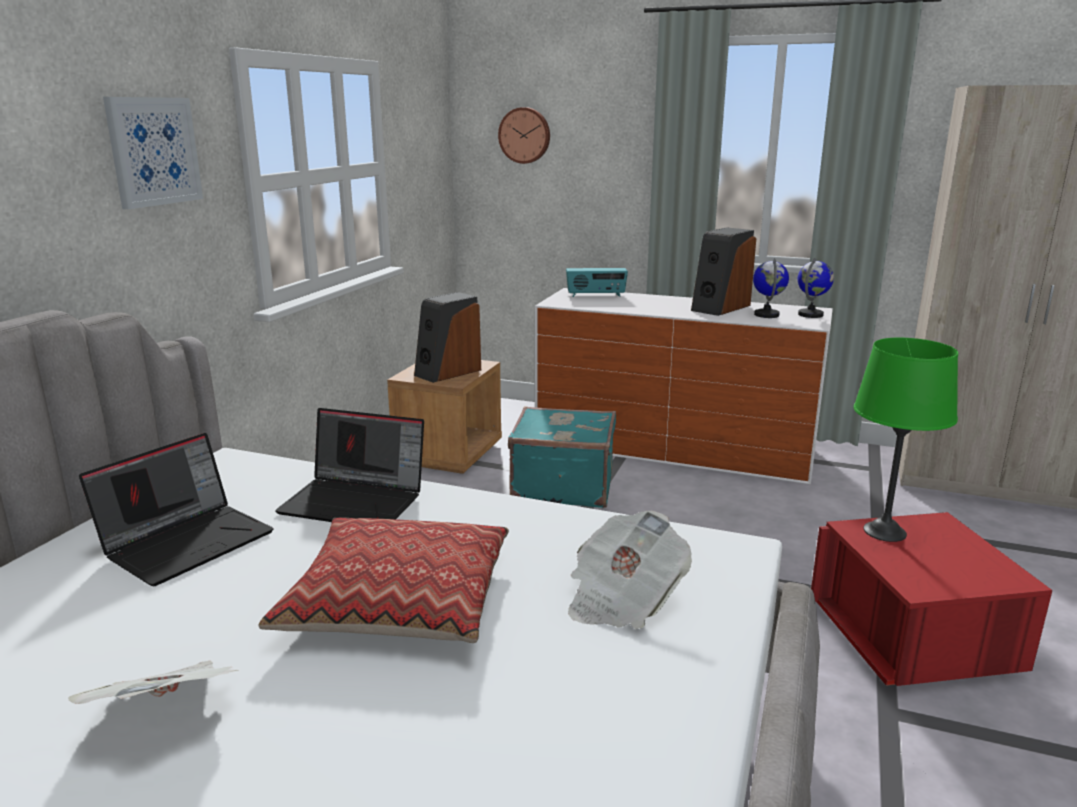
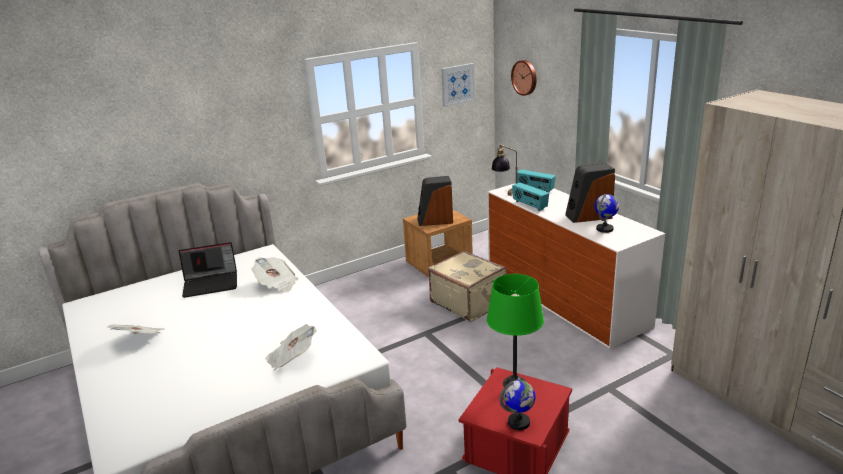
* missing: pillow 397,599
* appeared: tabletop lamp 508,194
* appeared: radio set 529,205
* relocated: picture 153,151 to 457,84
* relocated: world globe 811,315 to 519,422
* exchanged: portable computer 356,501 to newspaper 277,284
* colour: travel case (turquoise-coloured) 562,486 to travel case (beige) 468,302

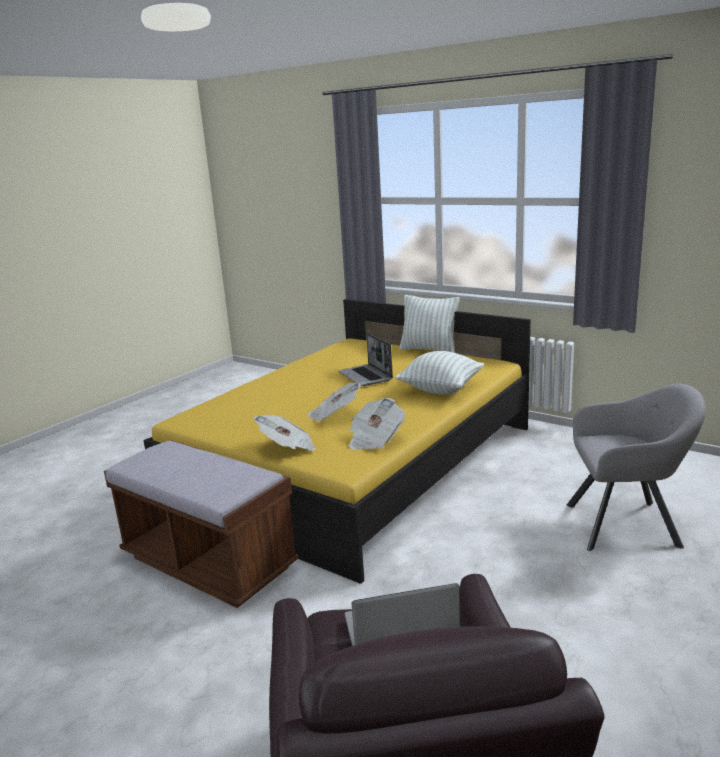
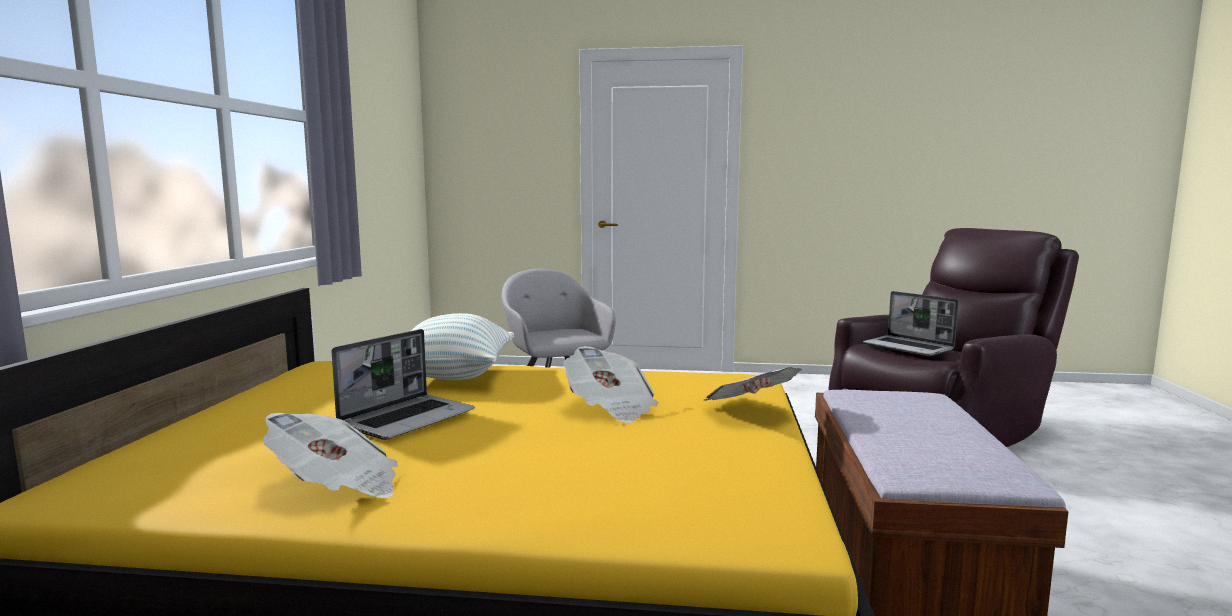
* missing: pillow 429,350
* relocated: newspaper 374,439 to 338,487

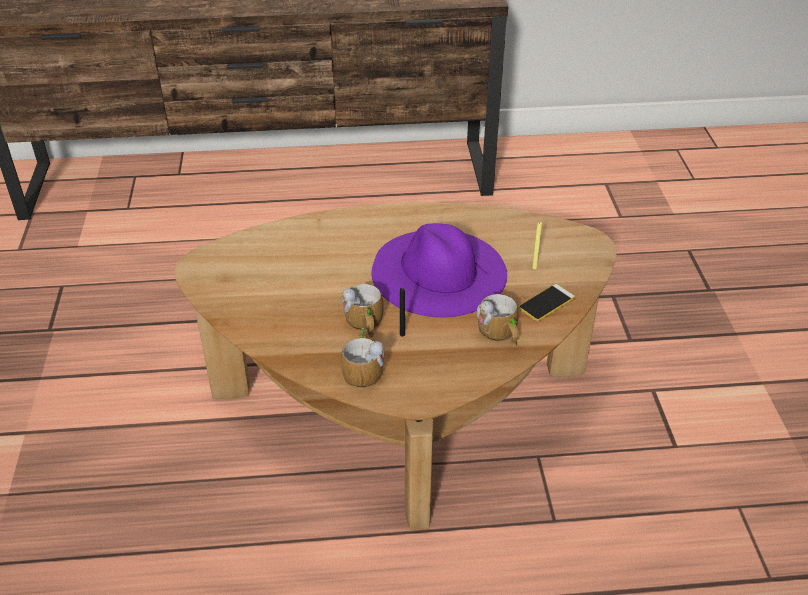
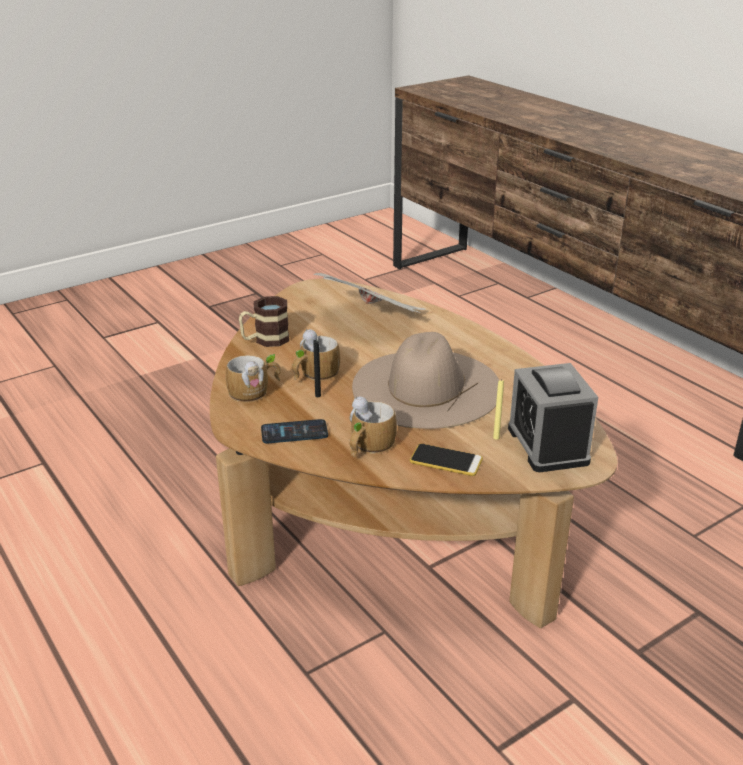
* appeared: tea mug 265,340
* appeared: telephone 294,432
* appeared: newspaper 373,321
* appeared: table clock 547,445
* colour: hat (purplish) 438,271 to hat (beige) 426,387

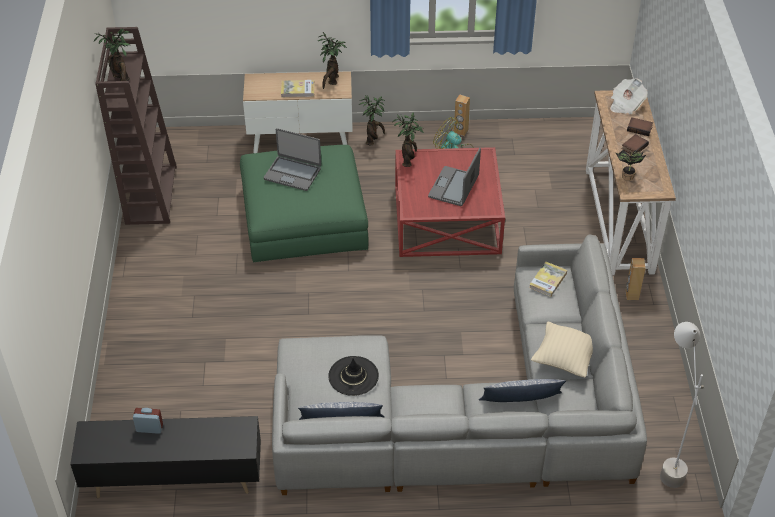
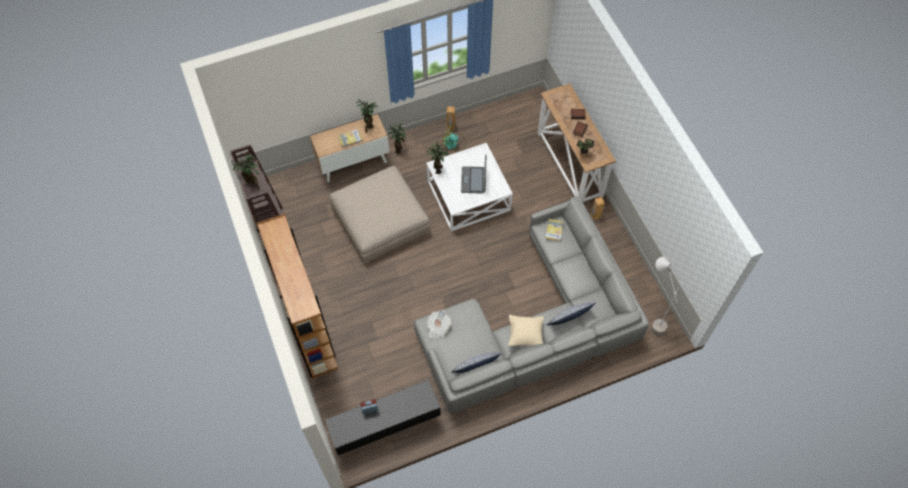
* missing: portable computer 292,173
* missing: hat (black) 353,376
* appeared: shelving unit (brownish) 310,331
* relocated: pillow (beige) 564,359 to 525,335
* relocated: newspaper 625,104 to 438,327
* colour: pouffe (green) 304,216 to pouffe (beige) 380,220
* colour: coffee table (red) 447,220 to coffee table (whitish) 468,195

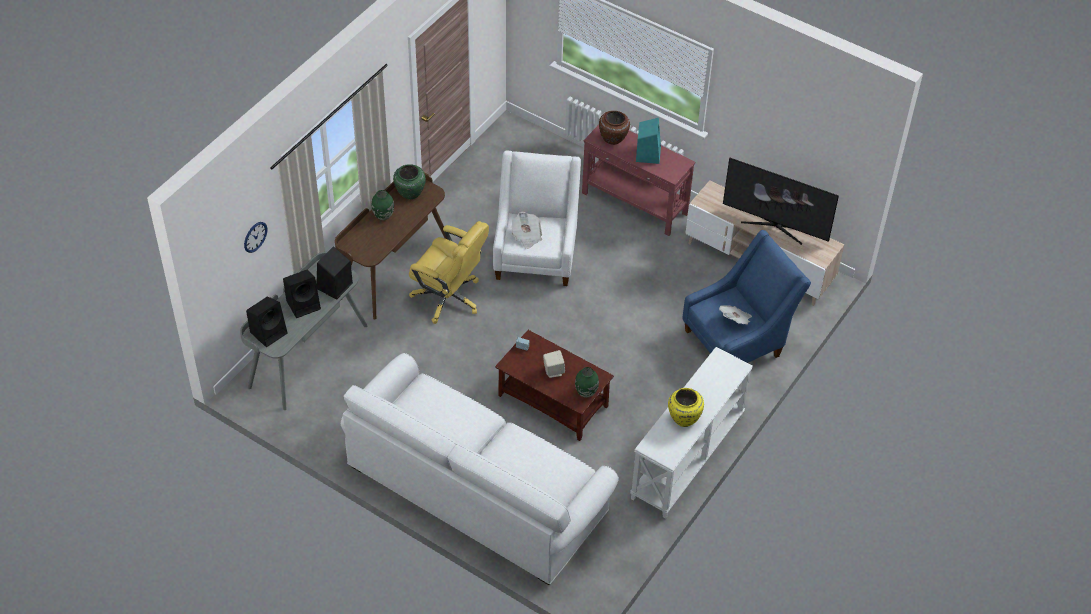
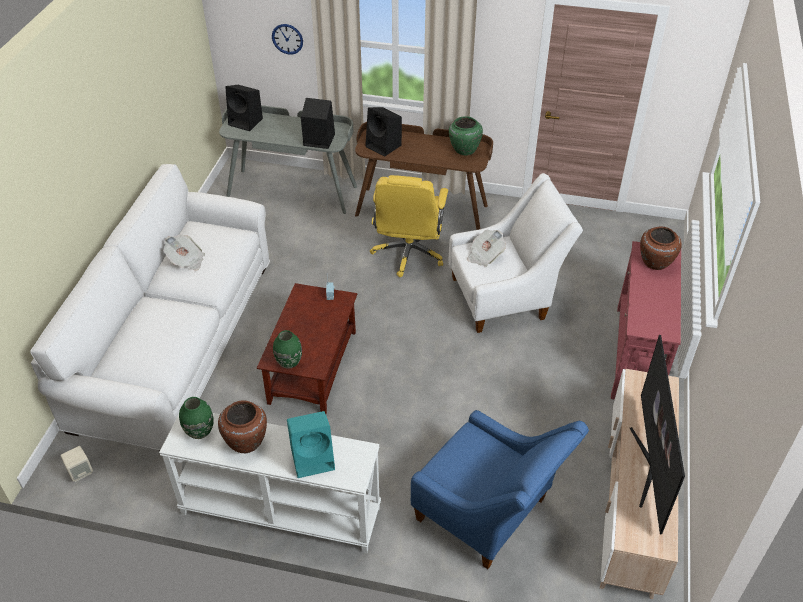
* relocated: loudspeaker (black) 304,304 to 384,146
* relocated: flower vase (green) 383,216 to 199,432
* relocated: loudspeaker (beige) 553,371 to 80,472
* relocated: loudspeaker (turquoise-coloured) 648,153 to 314,458
* relocated: newspaper 735,320 to 186,260
* colour: flower vase (yellow) 684,417 to flower vase (brownish) 247,441

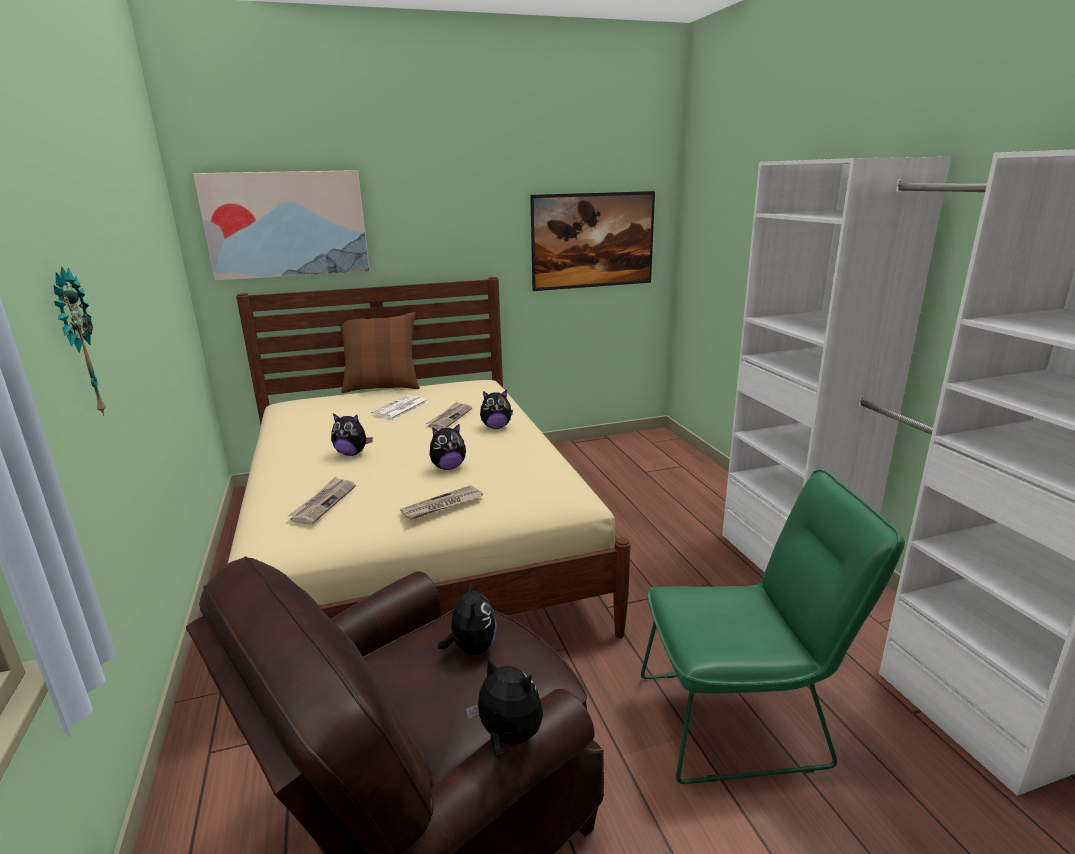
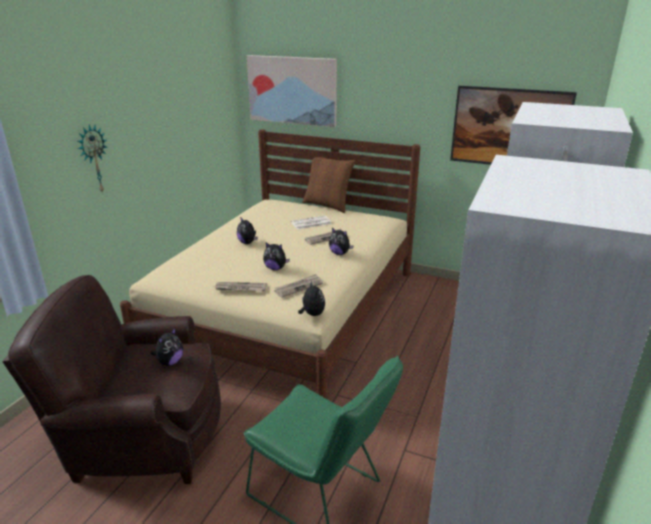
* relocated: newspaper 323,502 to 298,287
* relocated: soft toy 508,737 to 312,314

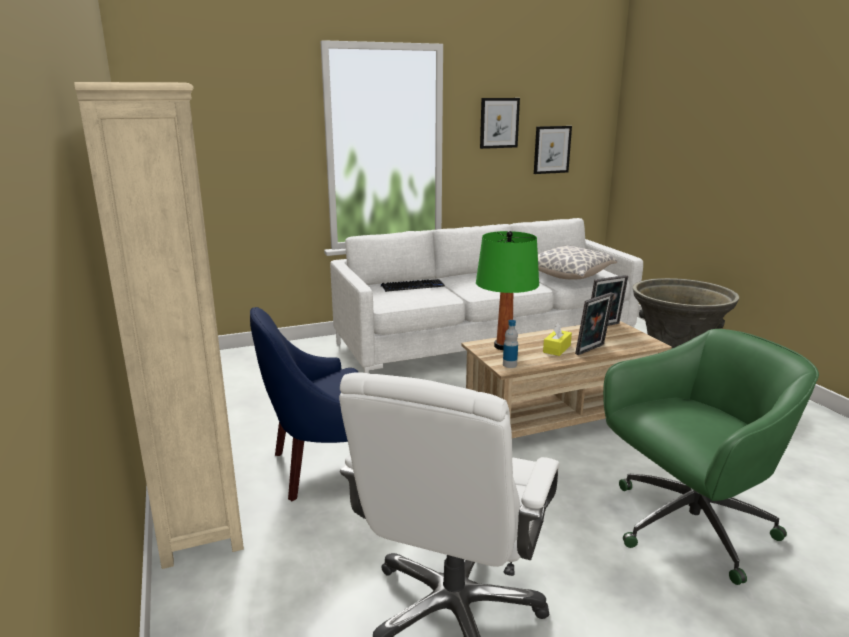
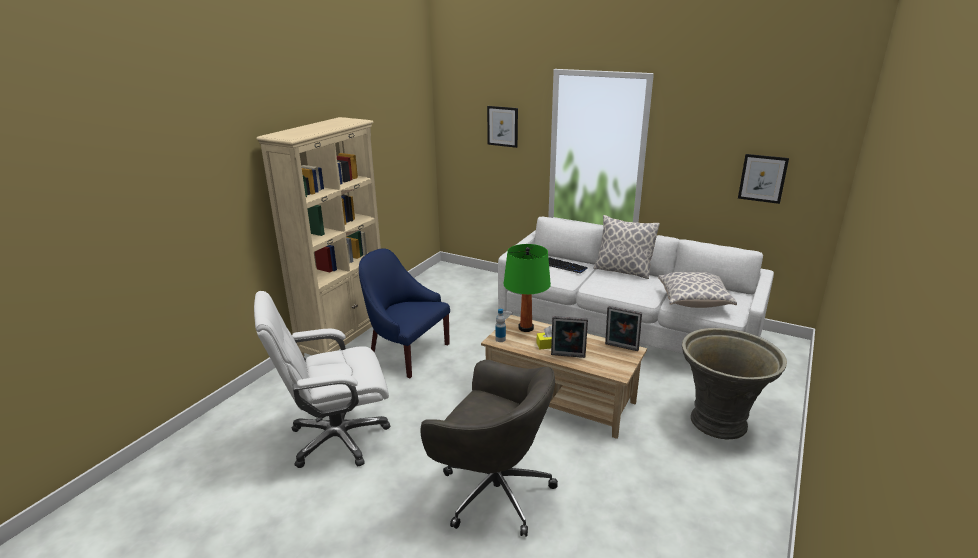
* appeared: pillow 623,271
* relocated: picture 499,123 to 502,126
* colour: computer chair (green) 687,526 to computer chair (grey) 492,491

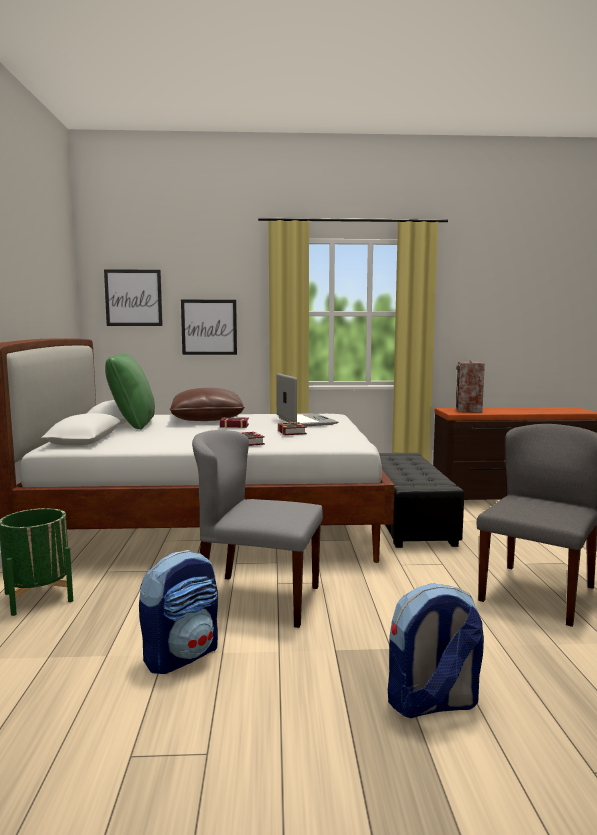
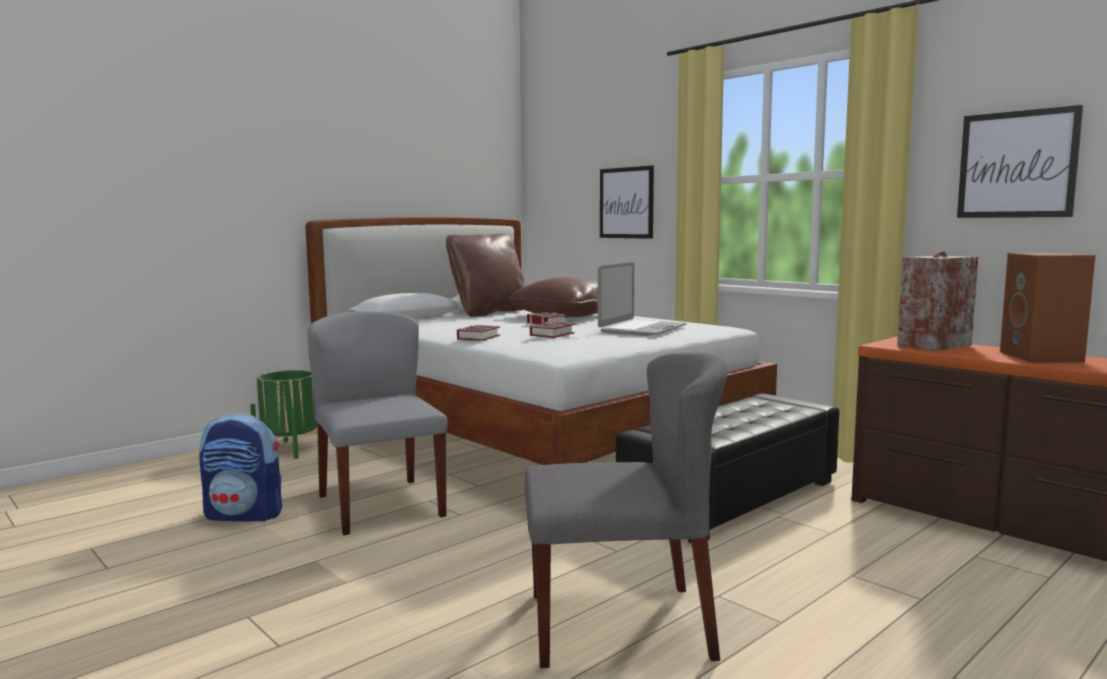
* missing: knapsack 432,704
* appeared: loudspeaker (brownish) 1043,357
* relocated: picture 133,298 to 1016,164
* colour: pillow (green) 133,425 to pillow (brownish) 489,312

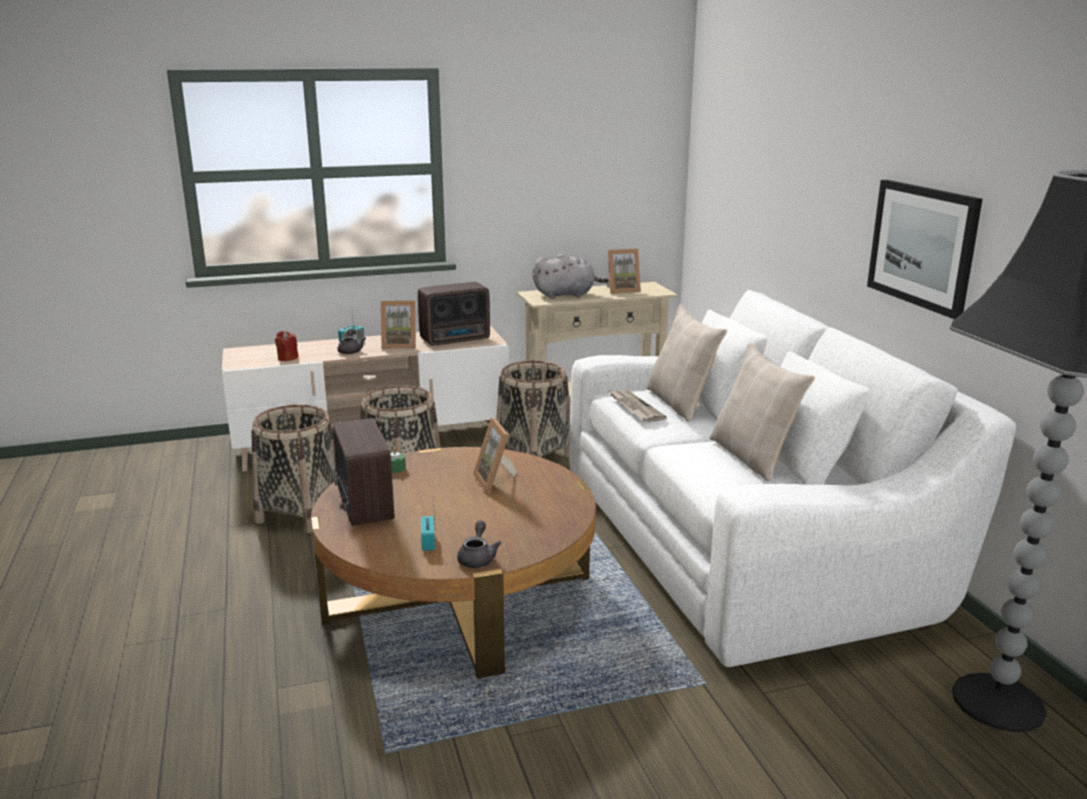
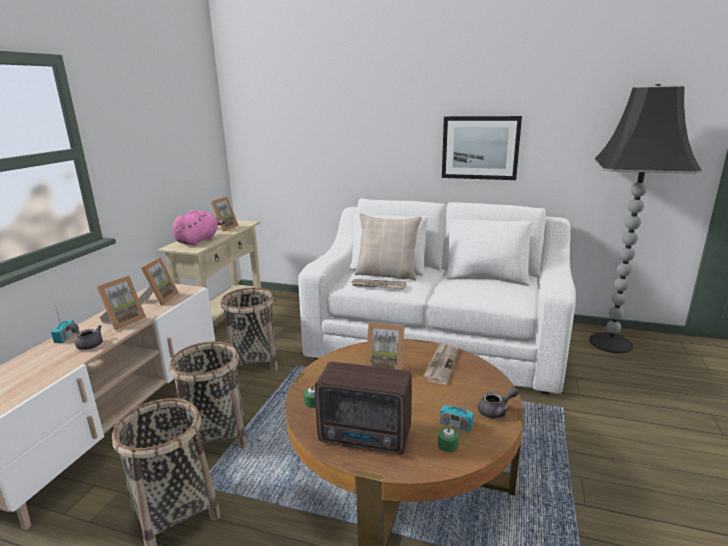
* missing: wax light (red) 287,358
* missing: pillow (beige) 753,457
* appeared: newspaper 441,364
* appeared: wax light (green) 447,445
* exchanged: radio set 457,339 to photo frame 160,299
* colour: soft toy (grey) 566,295 to soft toy (pink) 198,240
* spun: tea pot (grey) 477,558 = 496,411 120 degrees clockwise

